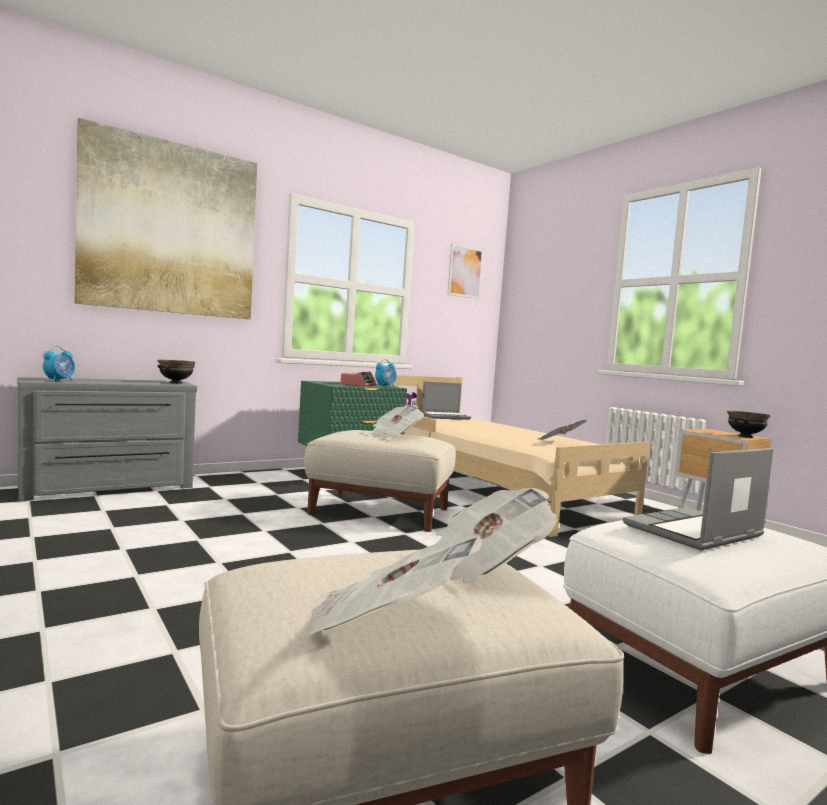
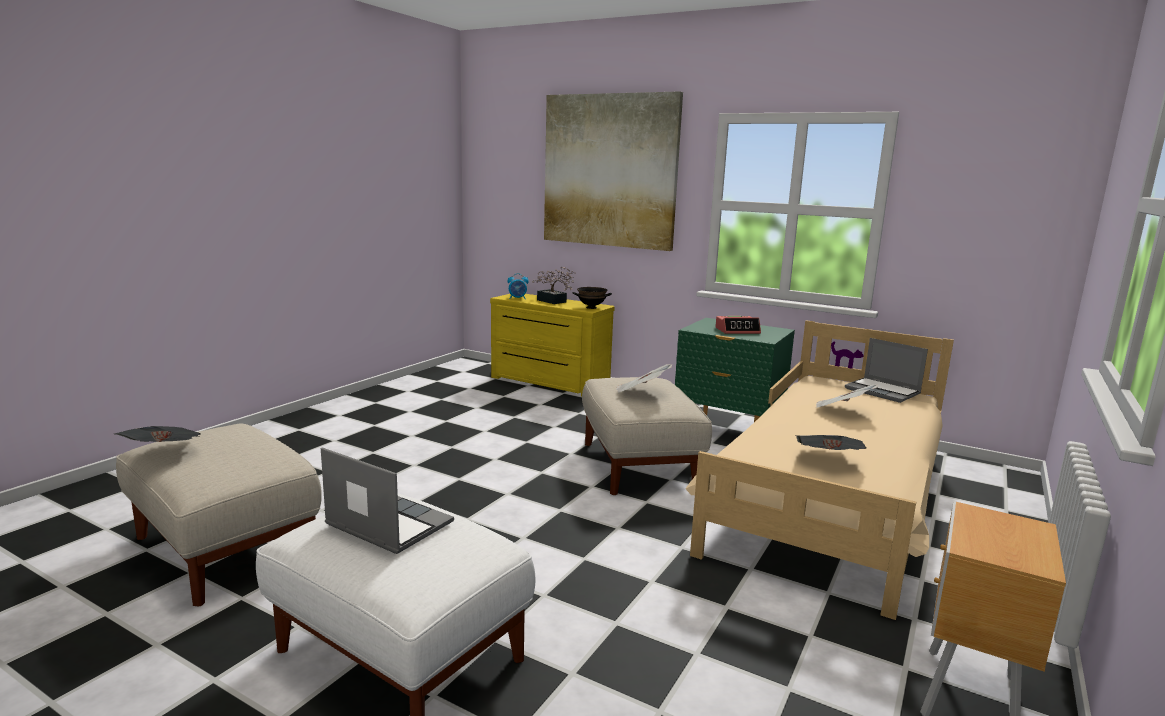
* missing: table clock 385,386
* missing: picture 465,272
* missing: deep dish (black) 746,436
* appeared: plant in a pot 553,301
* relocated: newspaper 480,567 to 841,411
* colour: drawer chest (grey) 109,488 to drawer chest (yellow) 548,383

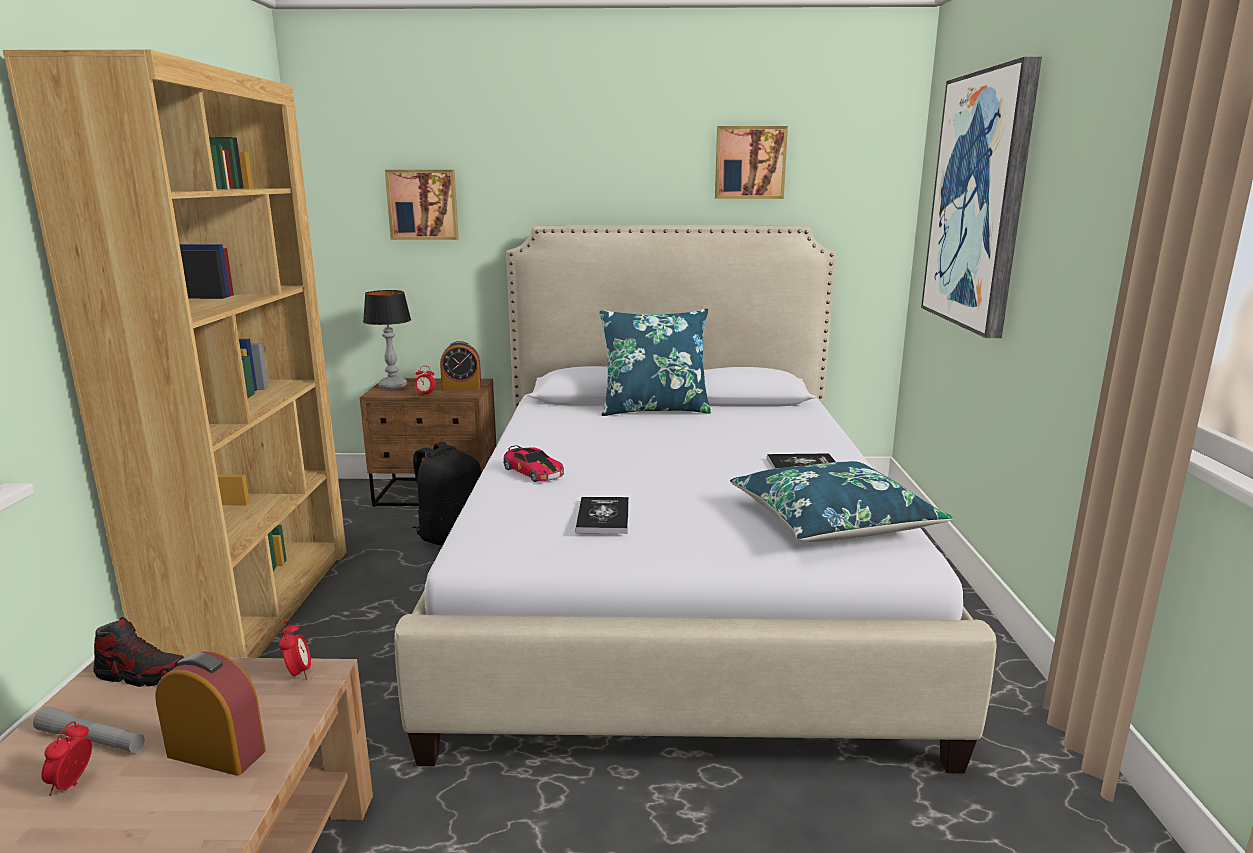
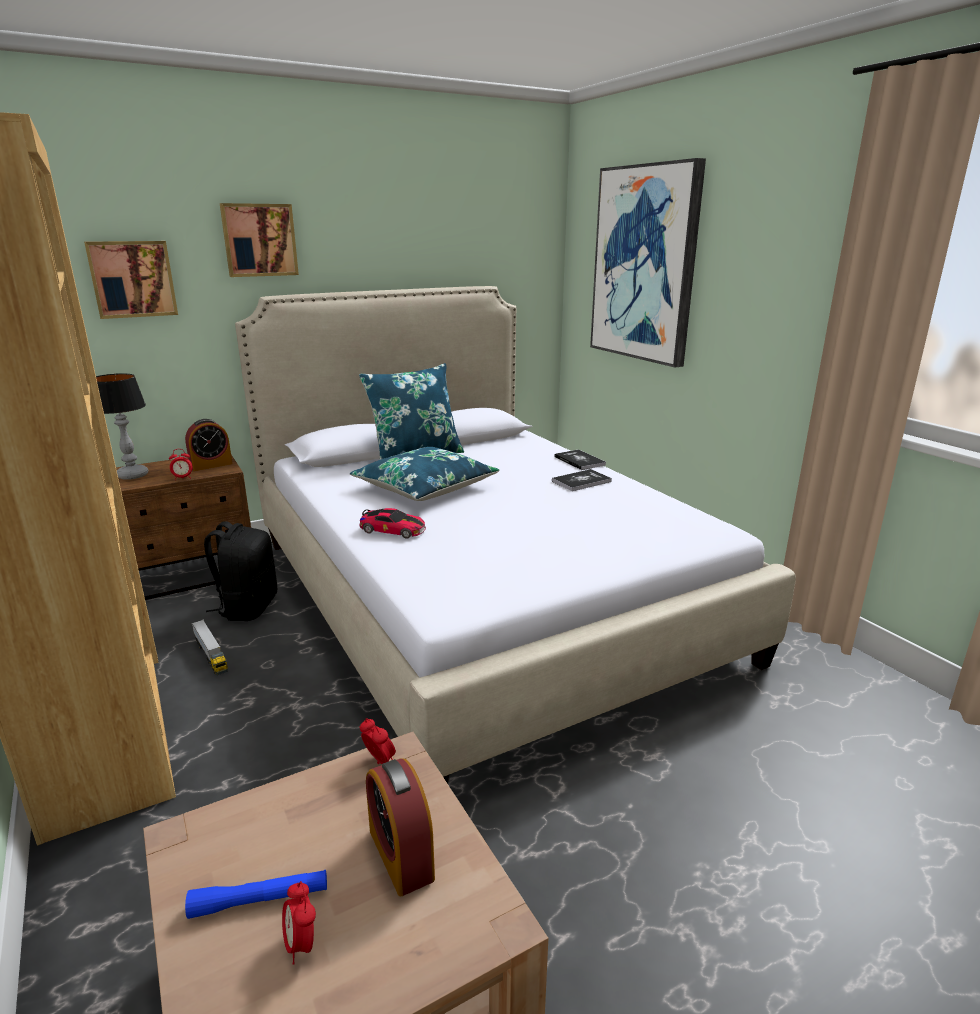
* missing: item of footwear 141,674
* appeared: toy truck 211,655
* relocated: book 603,517 to 579,461
* relocated: picture 750,162 to 259,240
* relocated: pillow (bluish) 832,521 to 425,488
* colour: torch (grey) 91,740 to torch (bluish) 260,900
* spun: table clock 216,753 = 401,854 105 degrees counterclockwise

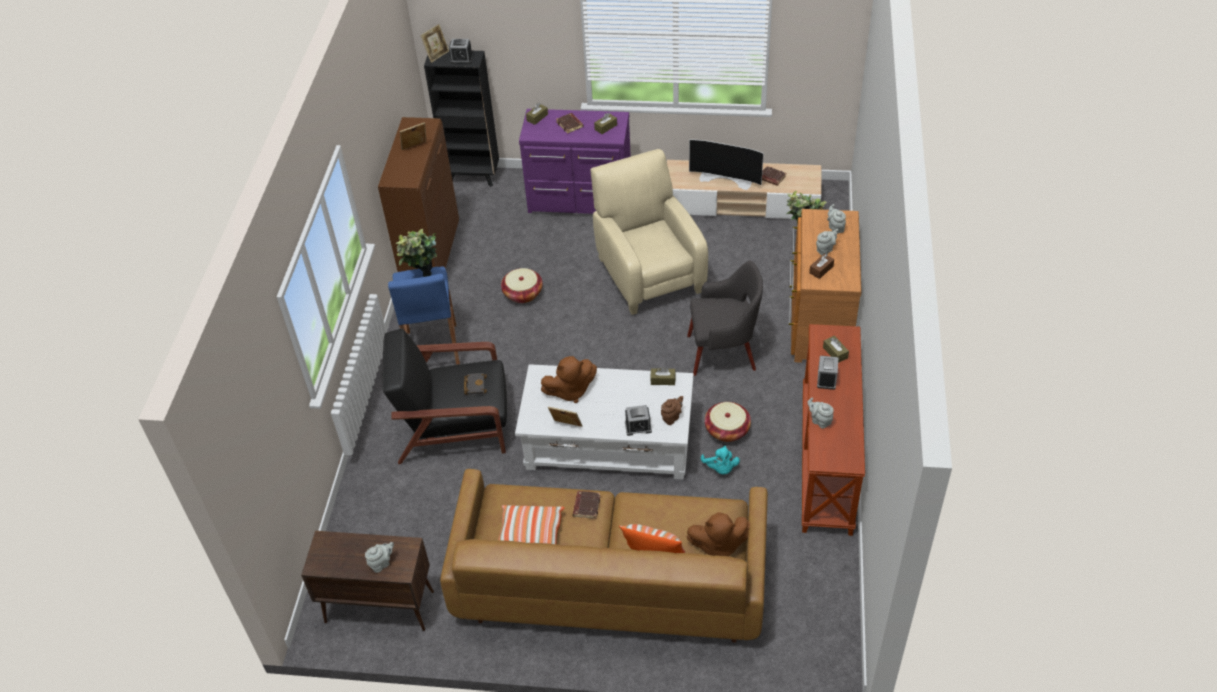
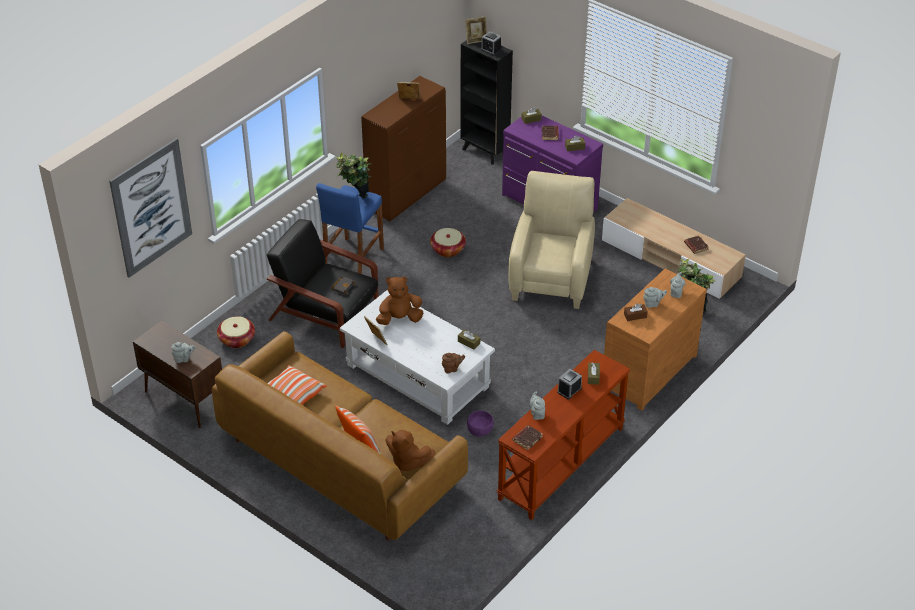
* missing: table clock 638,427
* missing: armchair (grey) 723,352
* missing: television 726,178
* appeared: picture 151,208
* relocated: book (brownish) 586,506 to 527,438
* relocated: basket 727,430 to 237,339
* exchanged: soft toy (turquoise-coloured) 720,468 to deep dish (purplish) 479,431
* spun: soft toy (brownish) 570,391 = 399,319 150 degrees clockwise

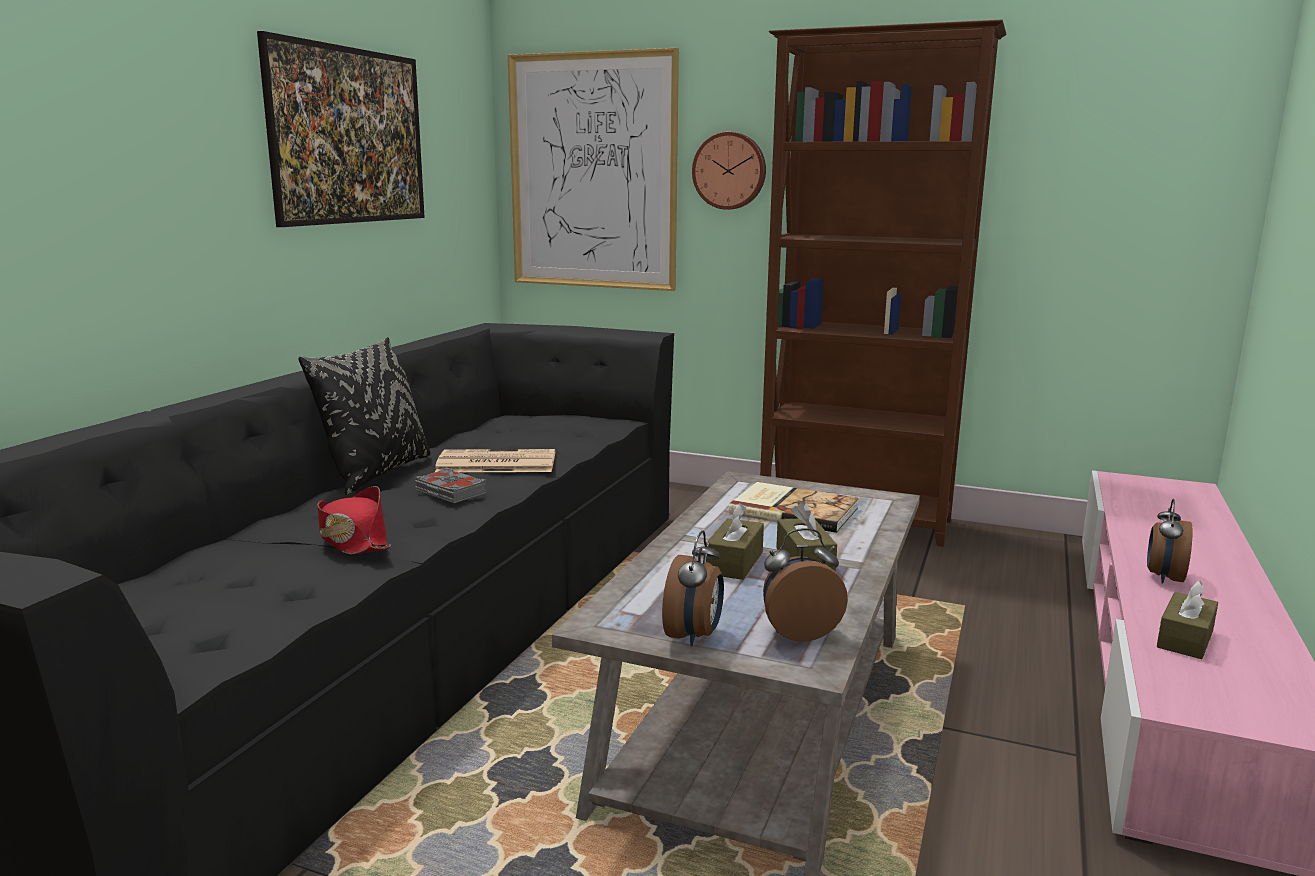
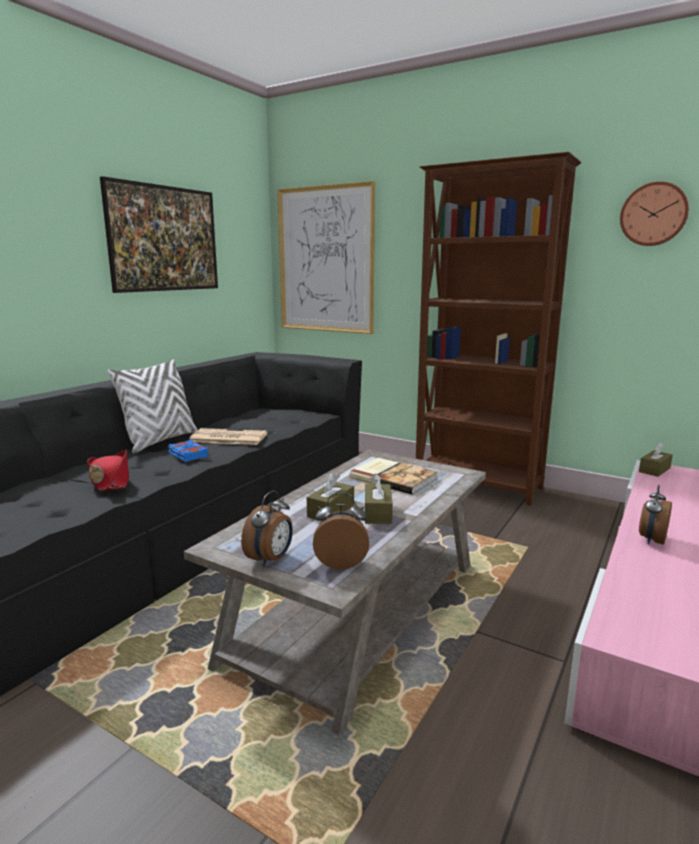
* relocated: hanging clock 730,171 to 653,214
* relocated: box of tissues (brownish) 1185,639 to 654,470
* colour: pillow (black) 376,473 to pillow (whitish) 160,441
* colour: book (grey) 450,492 to book (bluish) 188,455

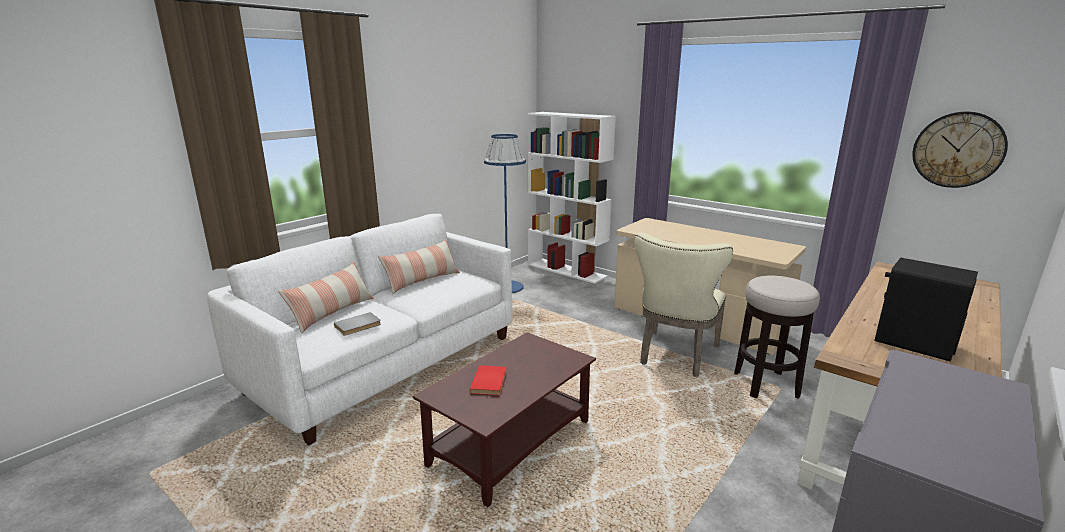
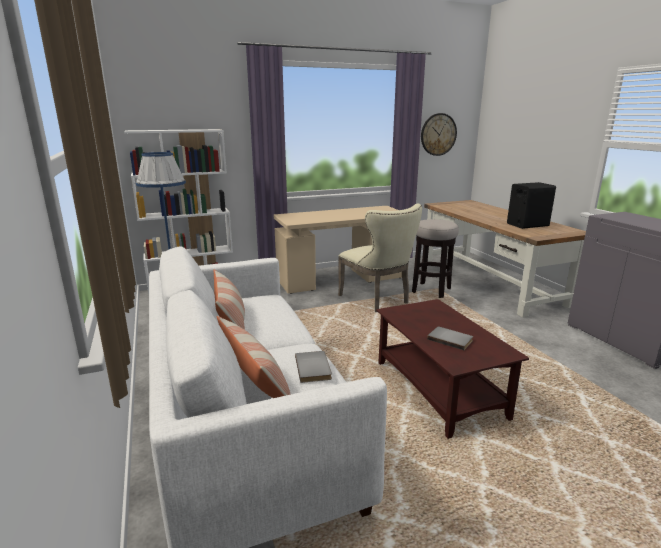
* colour: book (red) 490,382 to book (grey) 450,339

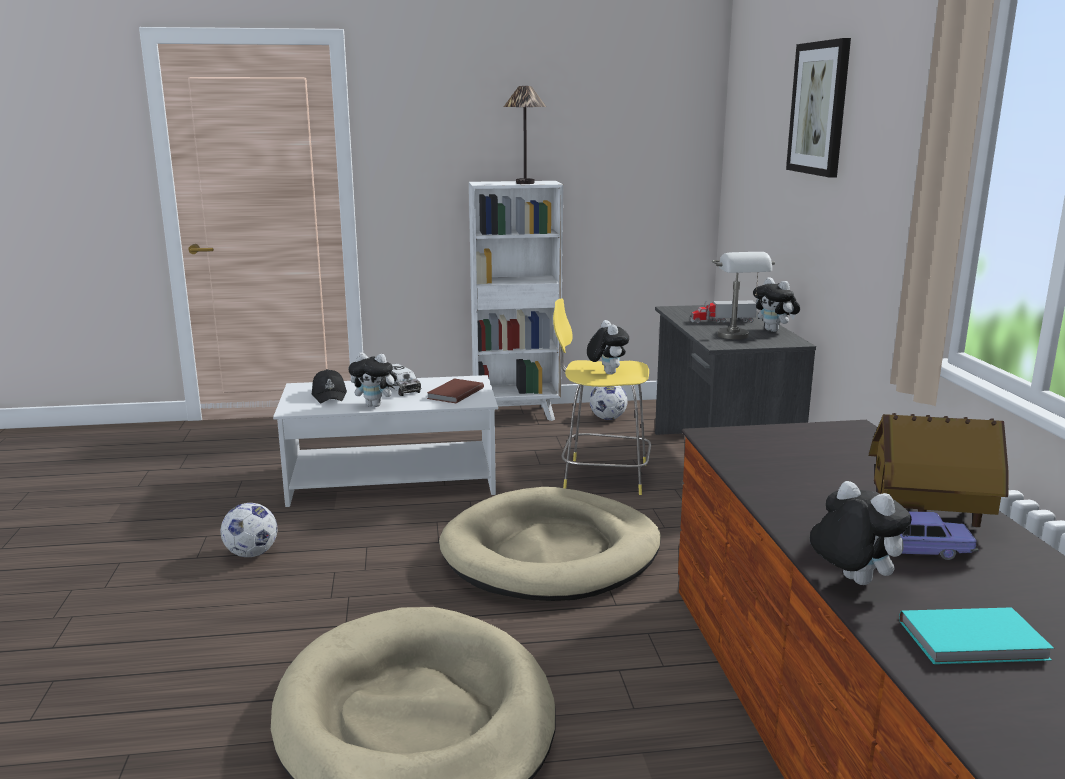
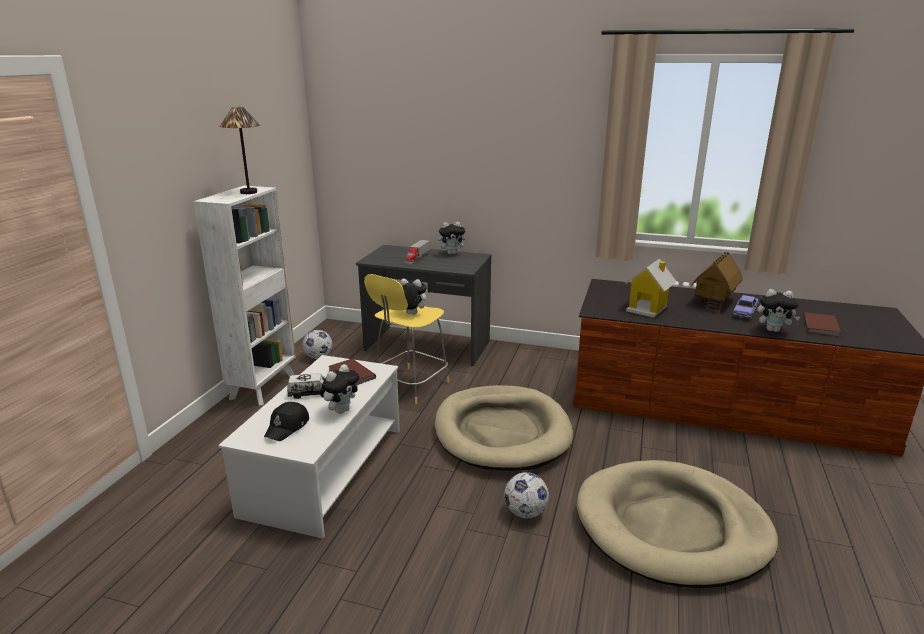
* missing: tabletop lamp (grey) 738,338
* missing: picture 819,108
* appeared: model house 647,308
* relocated: football 251,554 to 525,512
* colour: book (turquoise-coloured) 975,641 to book (brownish) 821,326
* spun: cap (black) 329,395 = 287,427 105 degrees clockwise
* spun: soft toy 851,581 = 773,330 150 degrees counterclockwise

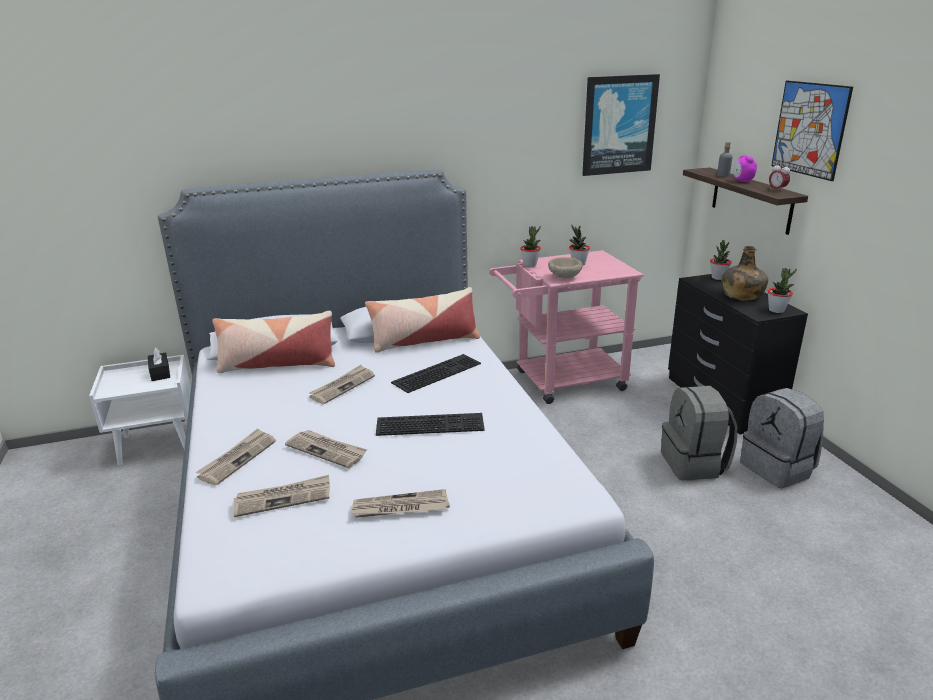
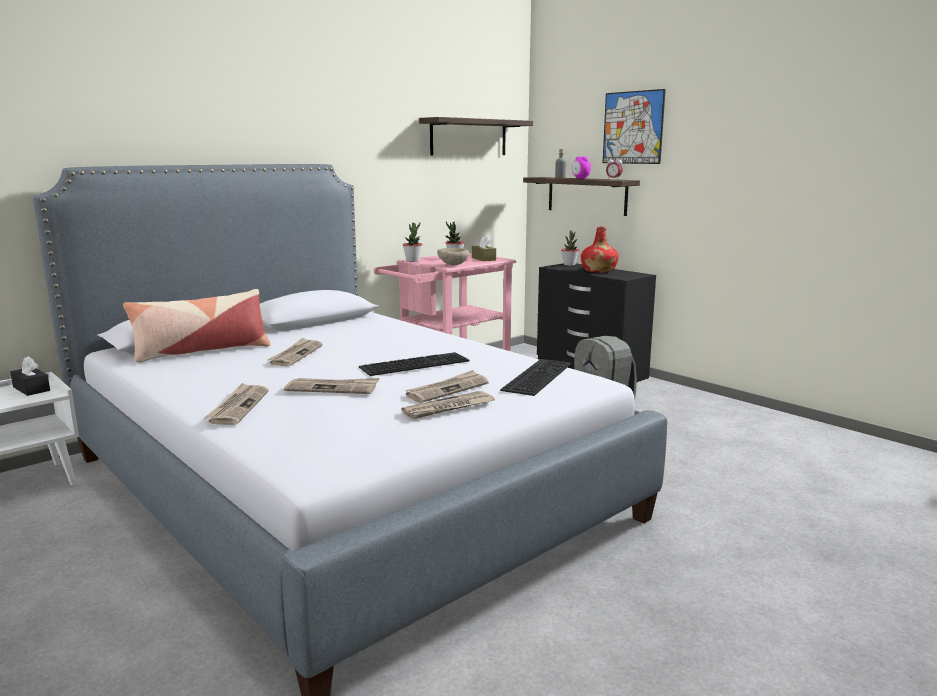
* missing: pillow 424,341
* missing: knapsack (grey) 778,468
* missing: plant in a pot 776,310
* appeared: box of tissues (brownish) 483,259
* relocated: newspaper 283,498 to 447,389
* relocated: PC keyboard 436,372 to 536,376
* exchanged: picture 619,125 to wall shelf 468,137
* colour: beverage bottle (green) 741,295 to beverage bottle (red) 598,271

